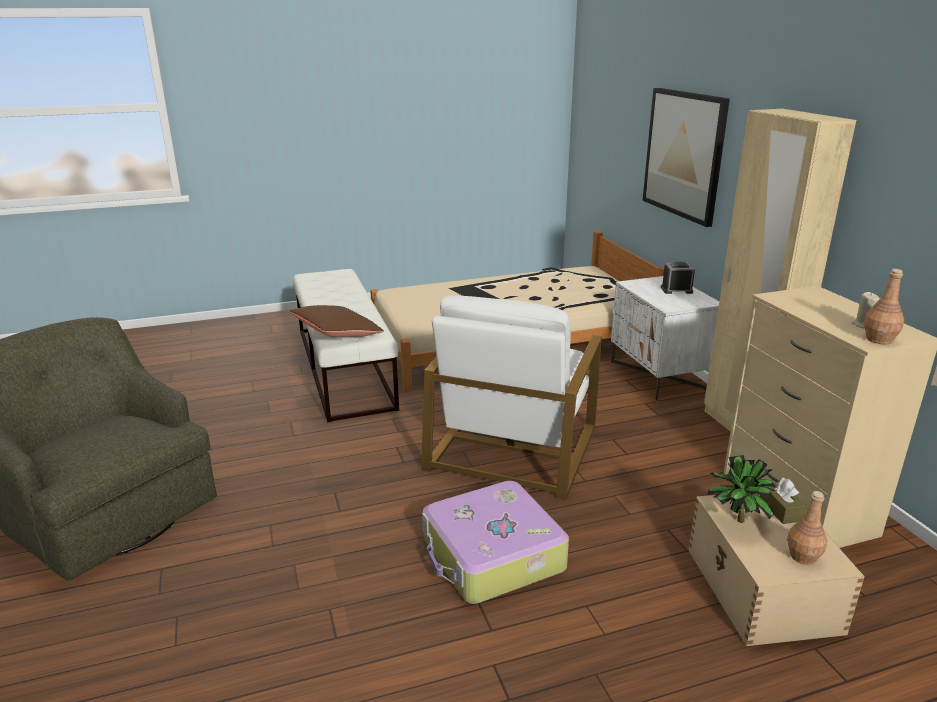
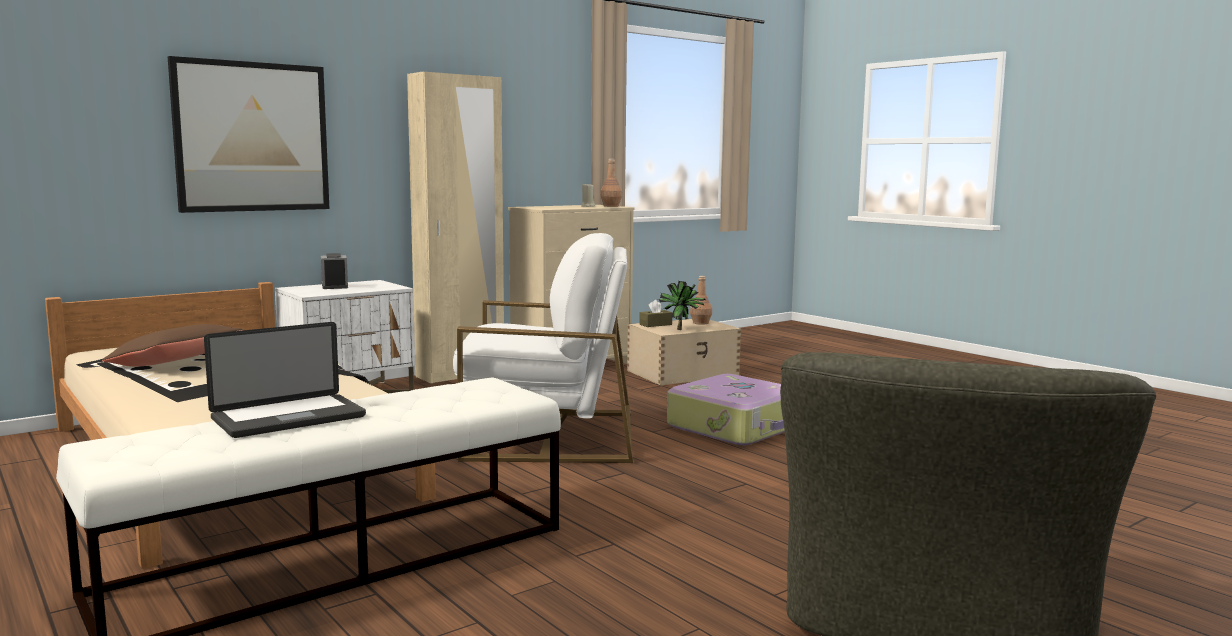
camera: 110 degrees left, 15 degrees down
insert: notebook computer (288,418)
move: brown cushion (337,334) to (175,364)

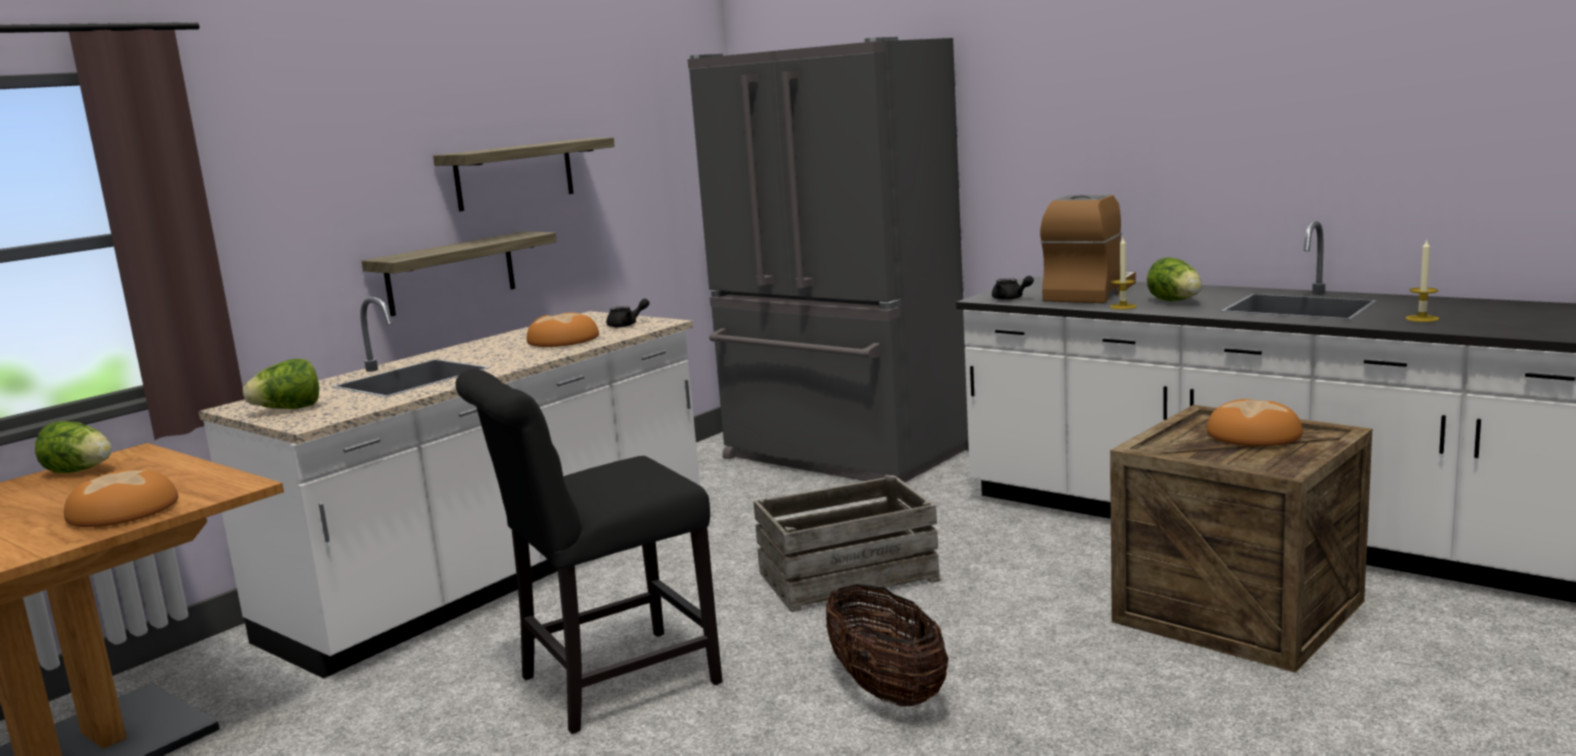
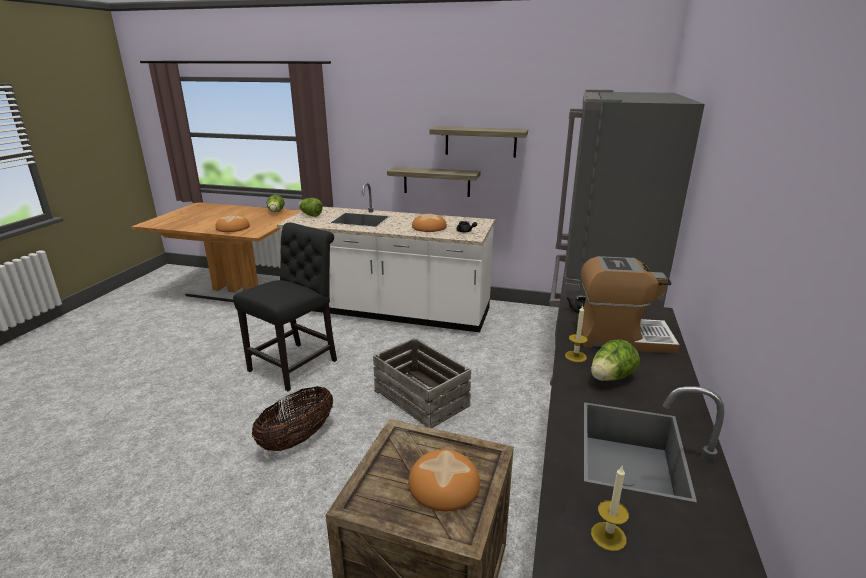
camera: 65 degrees right, 10 degrees up
rotate: black-coloured chair (609,683) = (297,364) 90 degrees clockwise

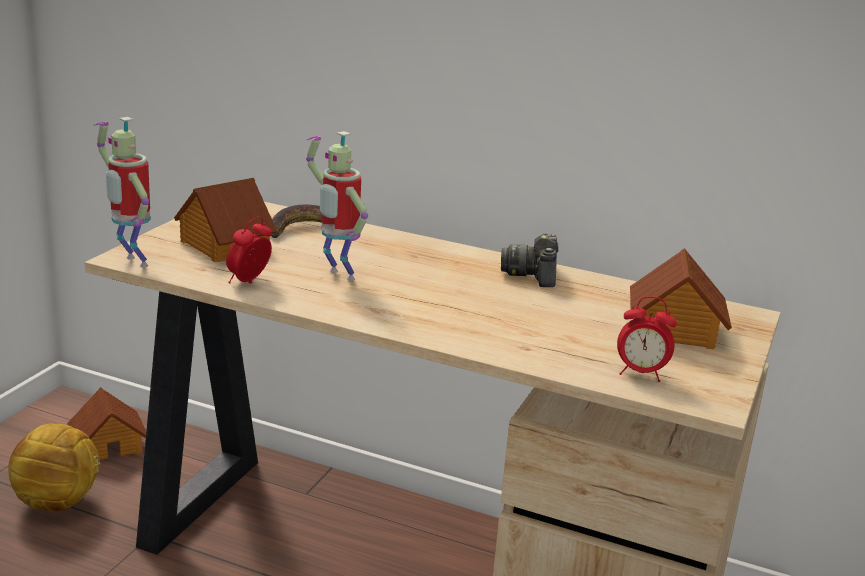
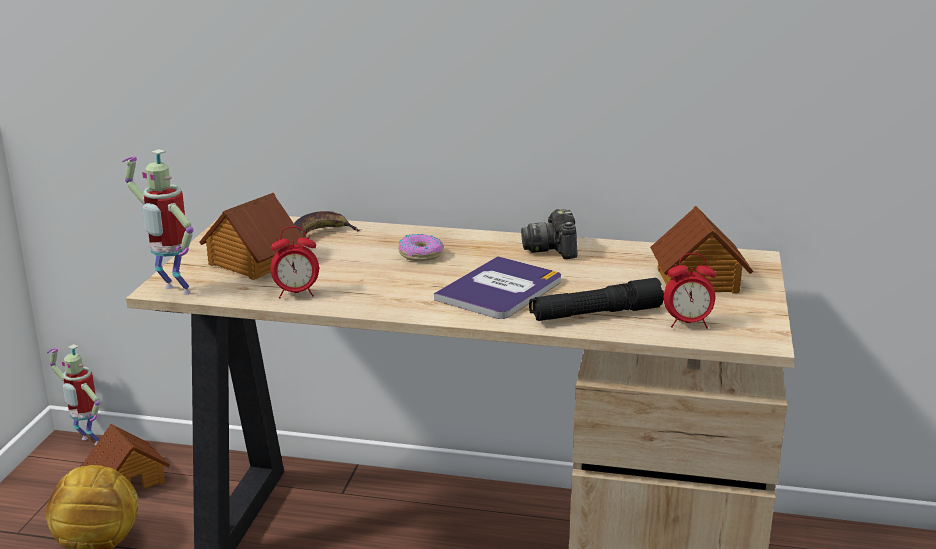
camera: 10 degrees left, 0 degrees up
insert: doughnut (421,254); book (500,290); black-coloured torch (595,314)
move: robot figure (337,276) to (87,442)
rotate: bedside clock (249,282) = (296,294) 120 degrees counterclockwise

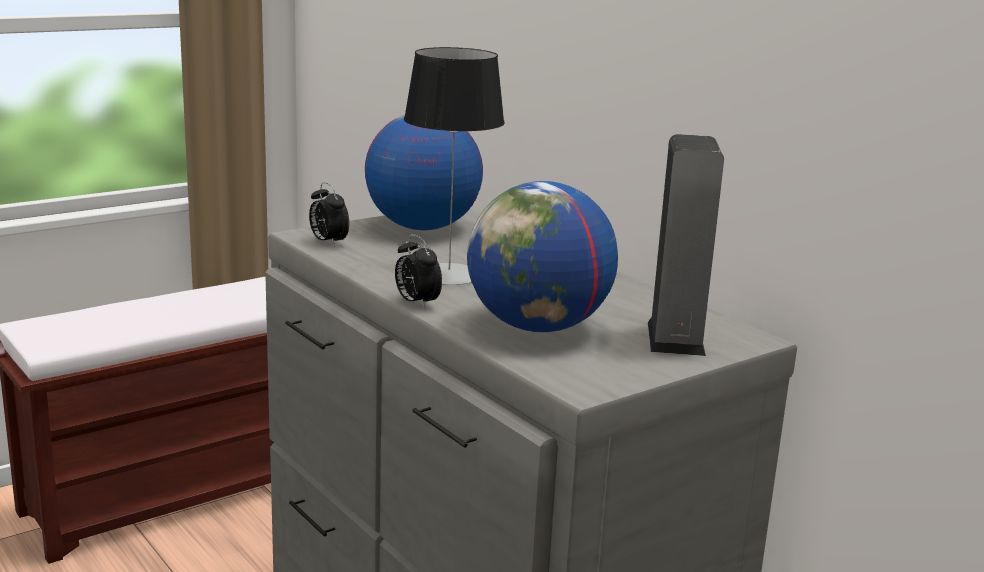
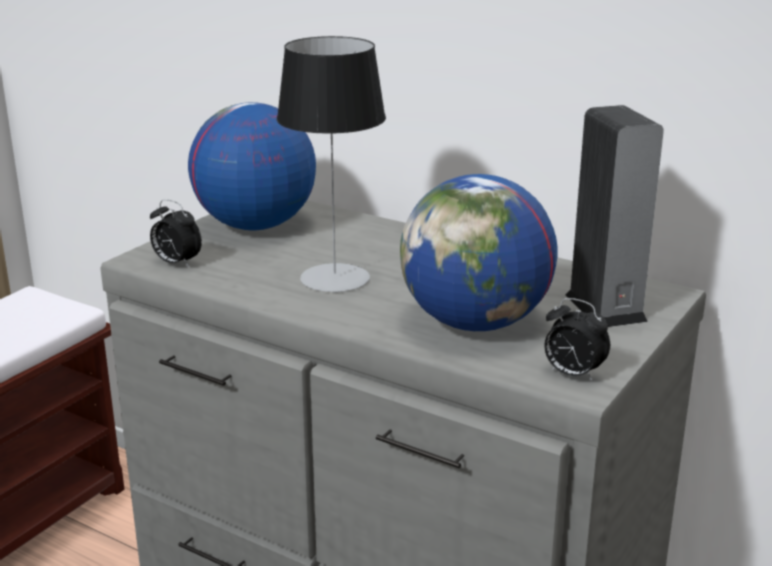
camera: 20 degrees left, 5 degrees up
move: bedside clock (416,303) to (572,374)

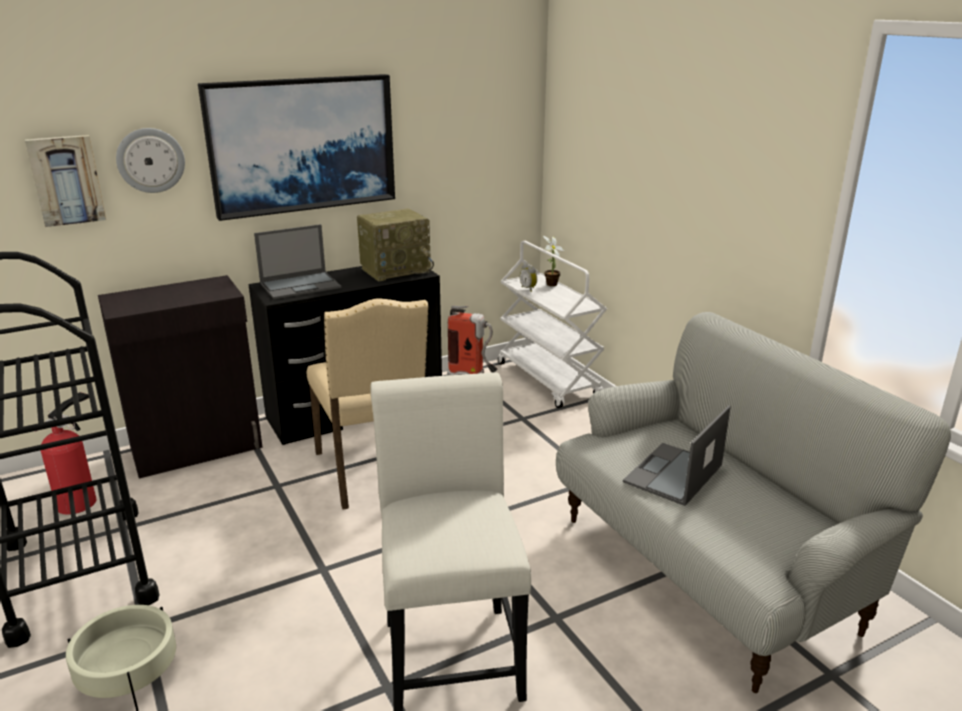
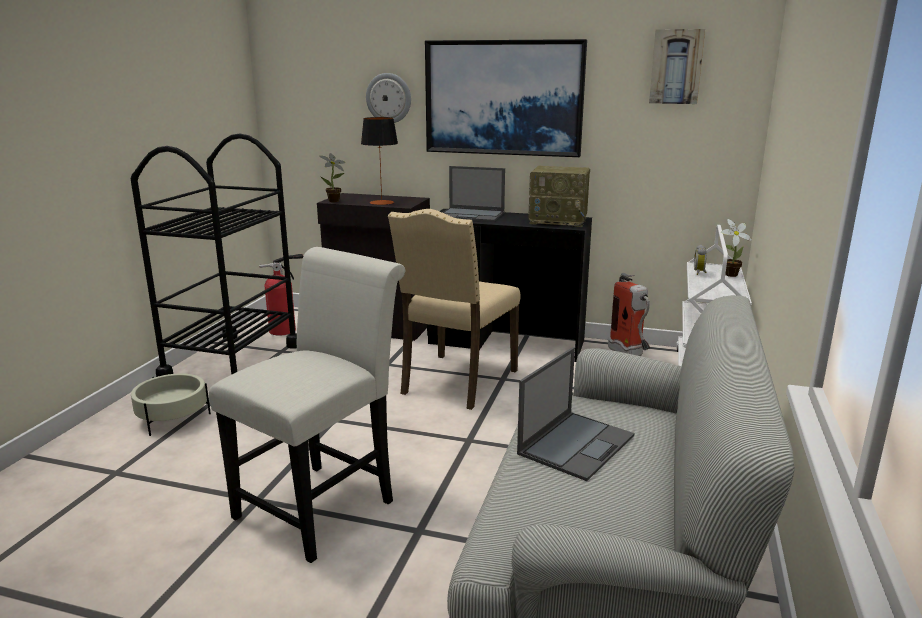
camera: 45 degrees right, 5 degrees down
insert: plant in a pot (335,201); table lamp (381,202)
move: wall art (66,180) to (676,67)
rotate: notebook computer (673,474) = (576,444) 135 degrees clockwise

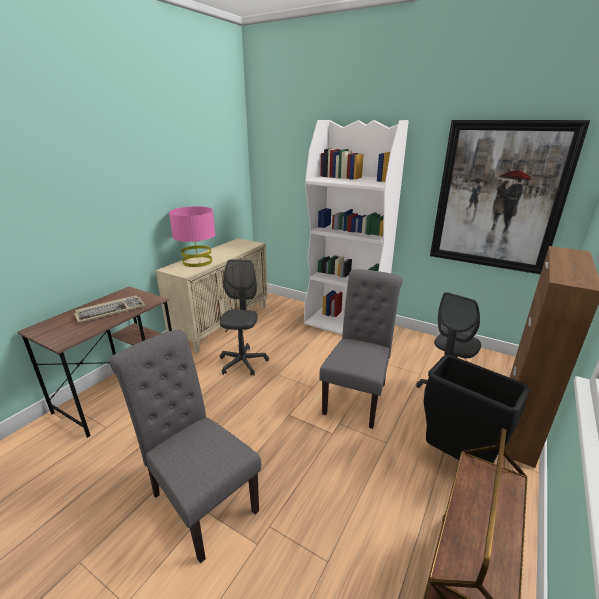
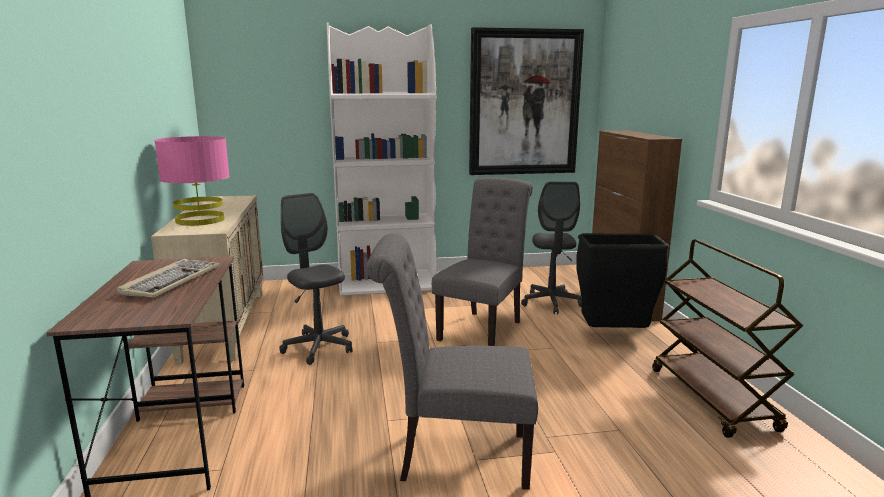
camera: 40 degrees left, 10 degrees down
rotate: greyish chair (357,395) = (483,328) 45 degrees clockwise

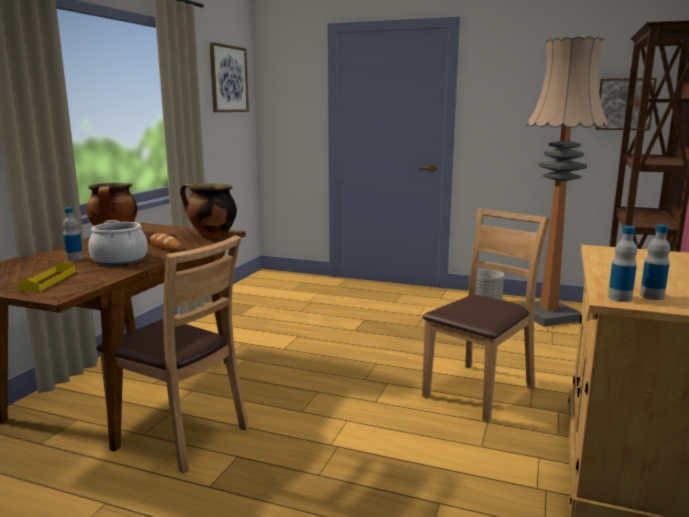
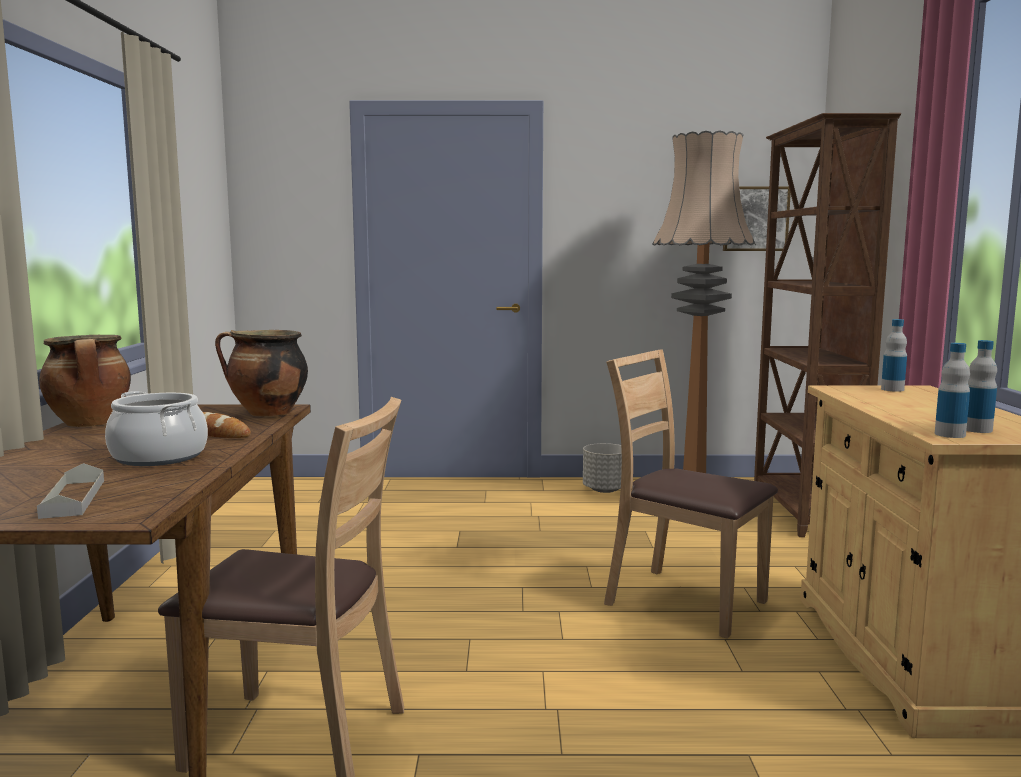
camera: 20 degrees left, 5 degrees down
delete: wall art (228,79)
move: bottle (74,258) to (892,389)
recolor: yellowish serving tray (48,281) to greyish serving tray (73,498)
rotate: brown chair (479,390) = (684,601) 75 degrees counterclockwise

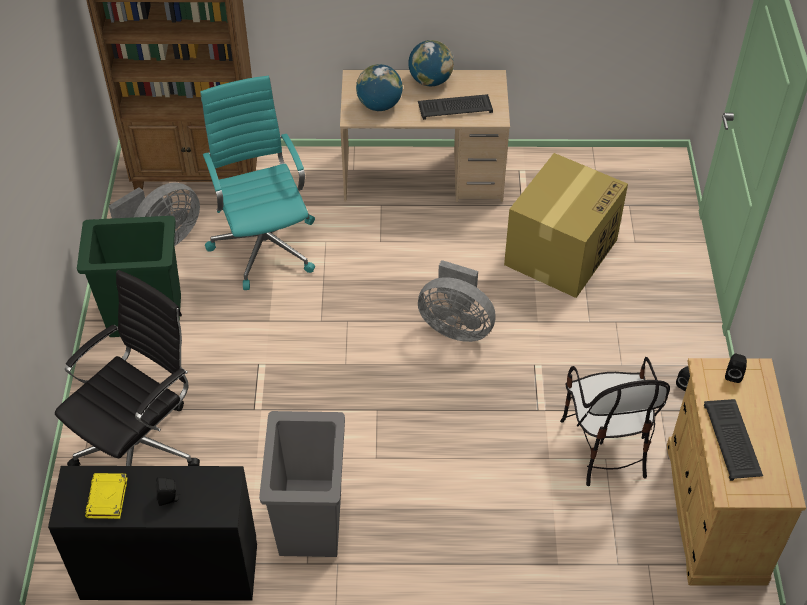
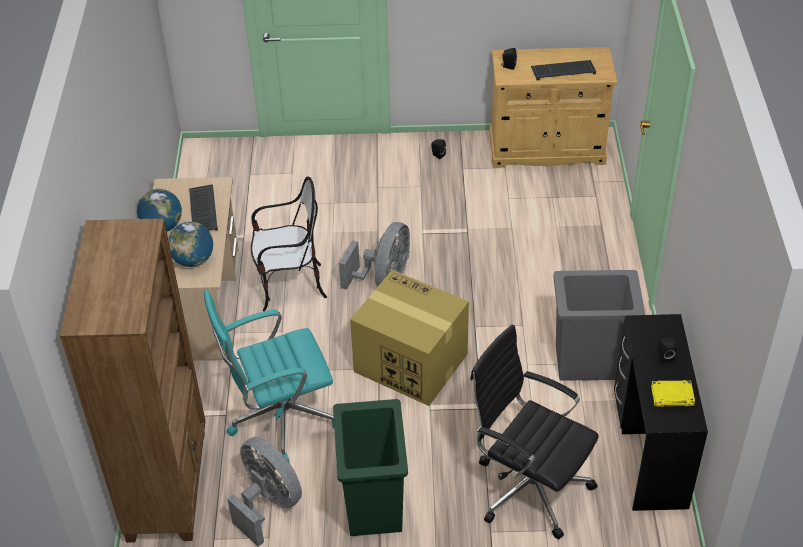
camera: 90 degrees left, 5 degrees down
move: carton (561,251) to (409,362); chair (604,446) to (290,286)

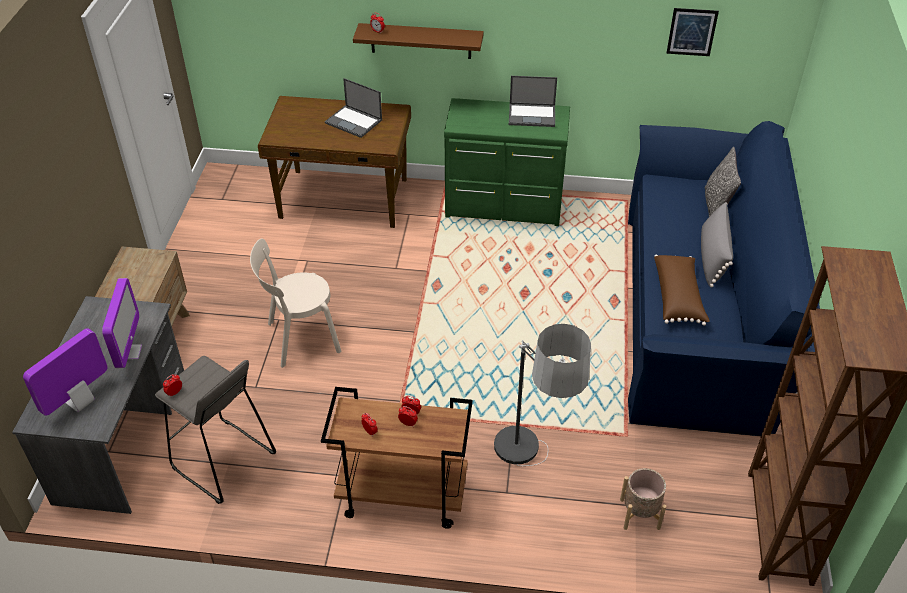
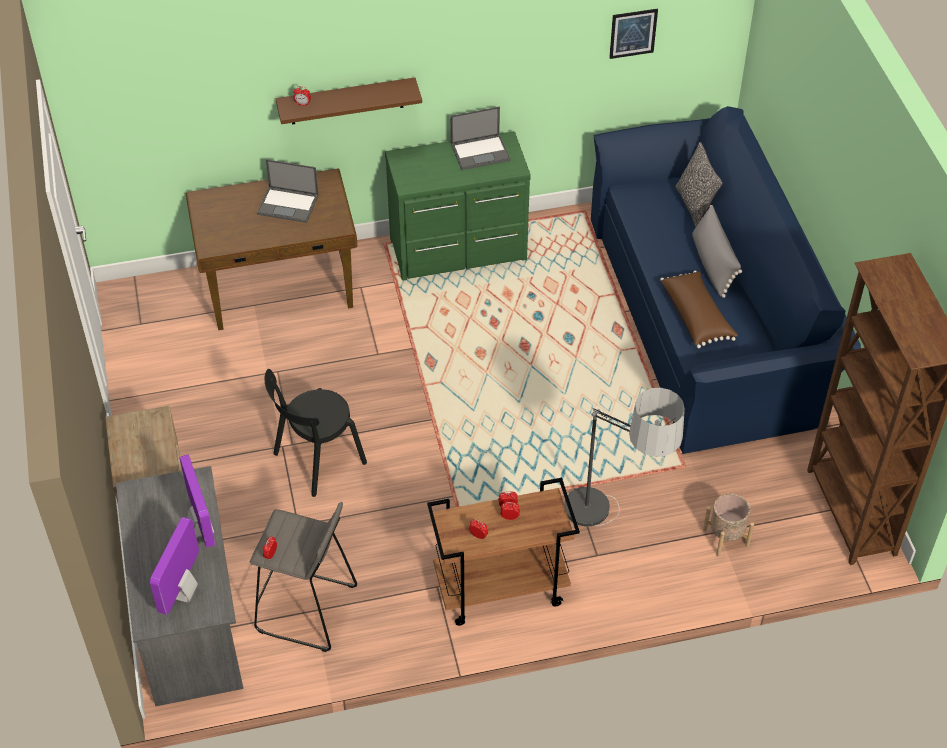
camera: 20 degrees left, 5 degrees up
recolor: beige-coloured chair (300,338) to black-coloured chair (316,460)

